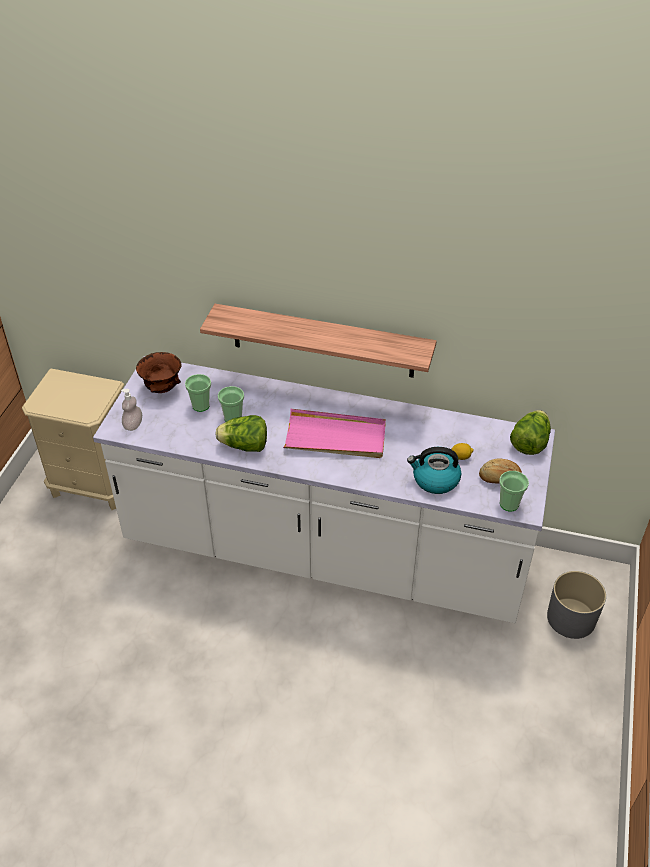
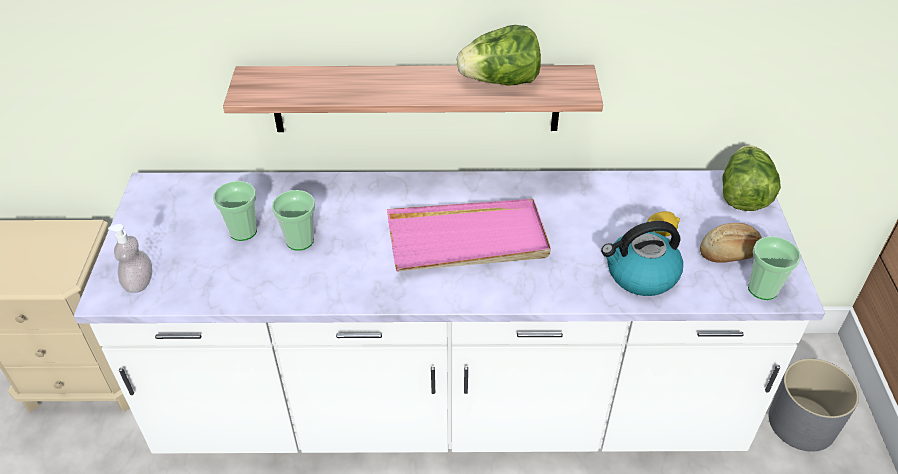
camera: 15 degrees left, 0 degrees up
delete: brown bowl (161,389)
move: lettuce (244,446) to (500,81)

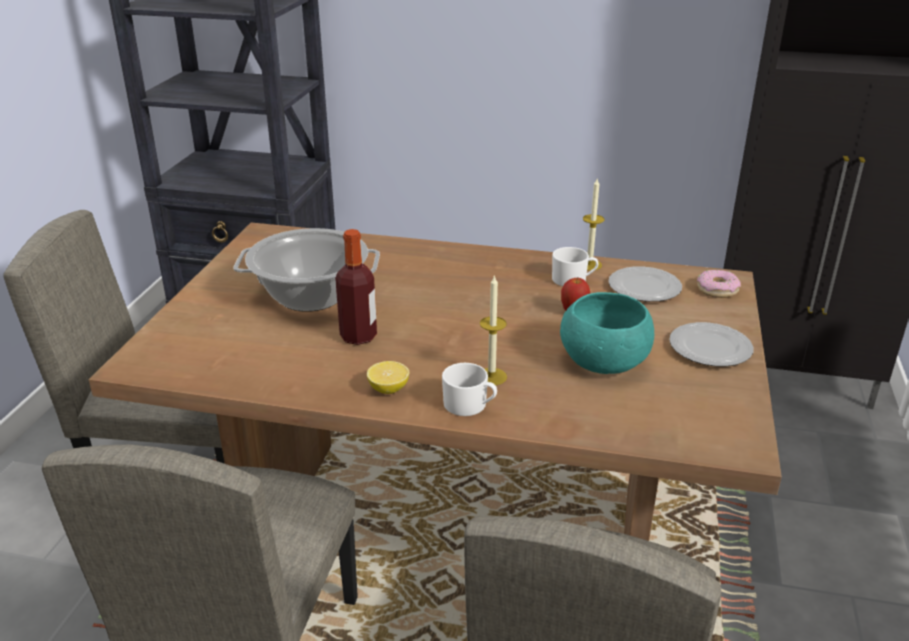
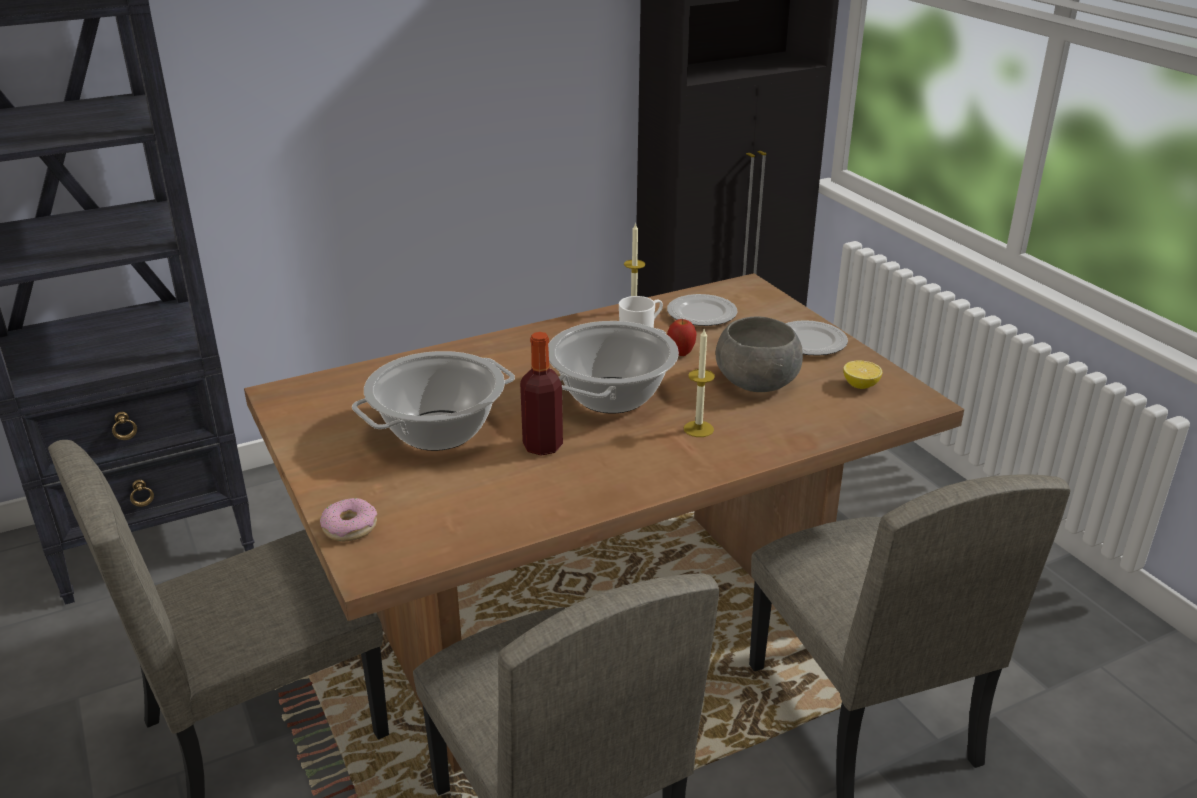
camera: 40 degrees left, 0 degrees up
delete: white-coloured mug (470,405)
insert: saucepot (612,396)
move: whole lemon (388,389) to (860,385); doughnut (717,290) to (350,527)
recolor: blue-green bowl (604,361) to greyish bowl (757,381)

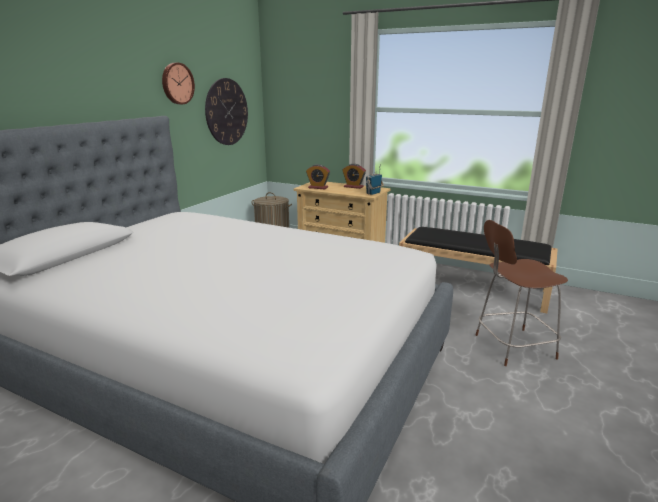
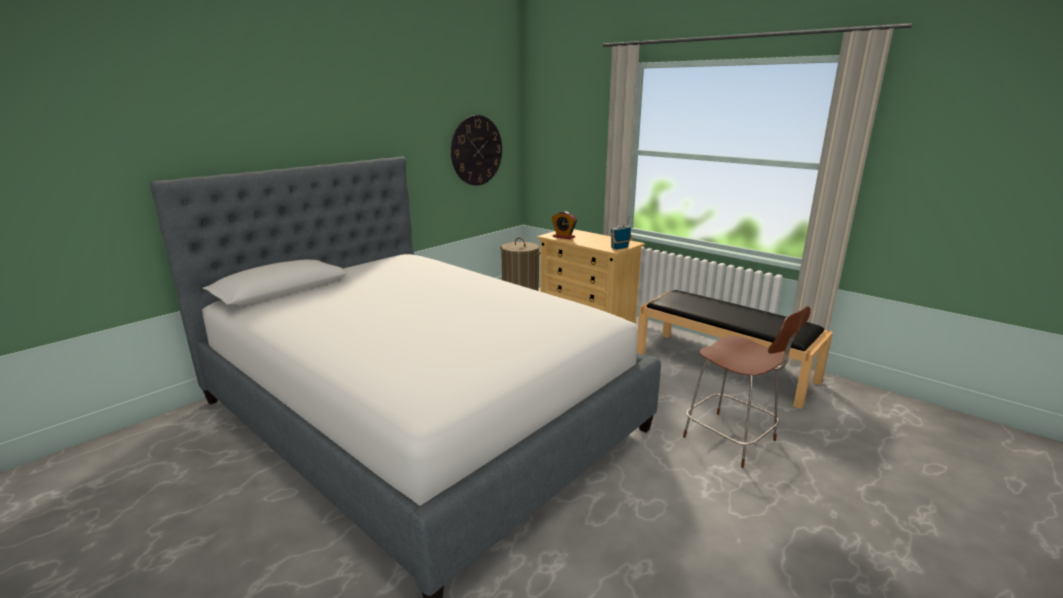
camera: 15 degrees right, 0 degrees up
delete: wall clock (177,83); bedside clock (353,187)
rotate: brown chair (511,347) = (732,440) 135 degrees counterclockwise

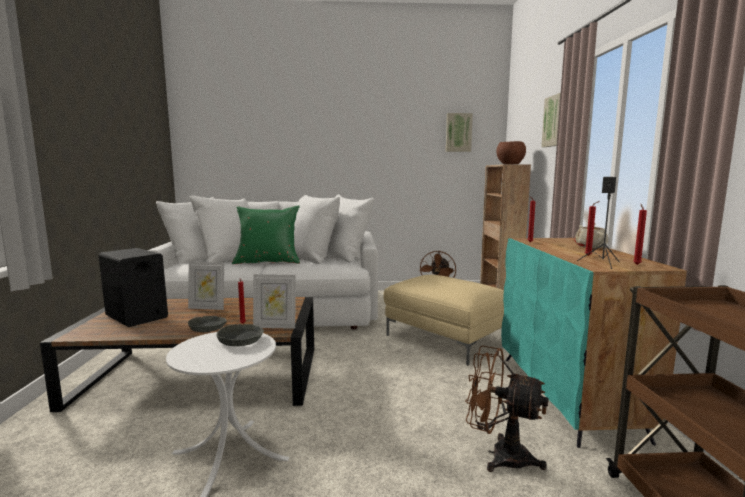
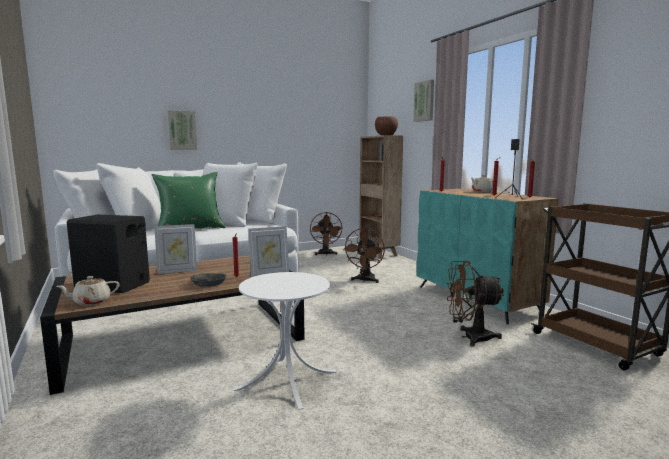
camera: 25 degrees left, 0 degrees up
delete: greyish bowl (241,340)
insert: beige-coloured tea pot (91,302)
move: wall art (458,132) to (182,130)
replace: beige-coloured footrest (446,339) to brown cooling fan (365,280)

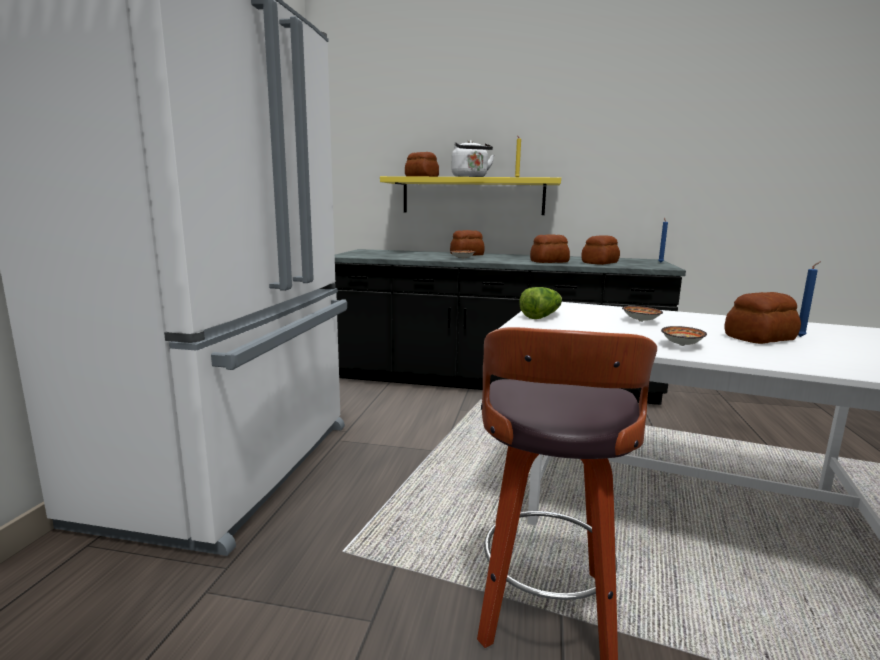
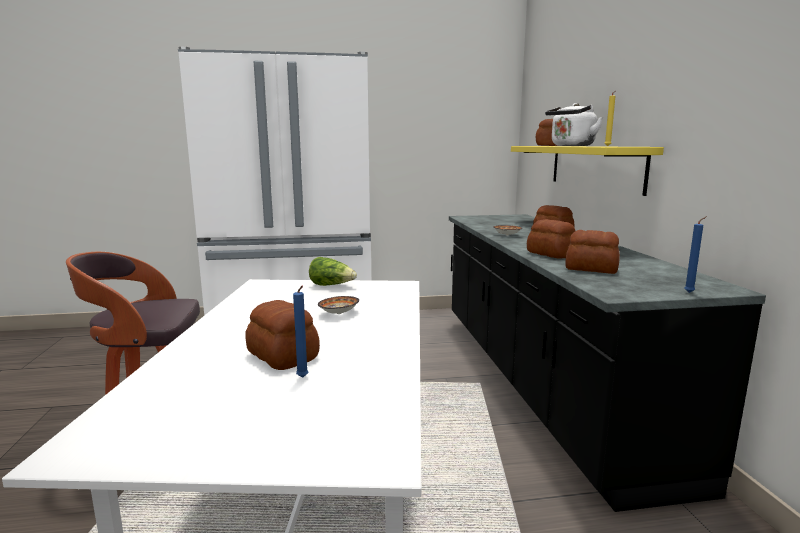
camera: 70 degrees right, 0 degrees up
delete: bowl (680,345)

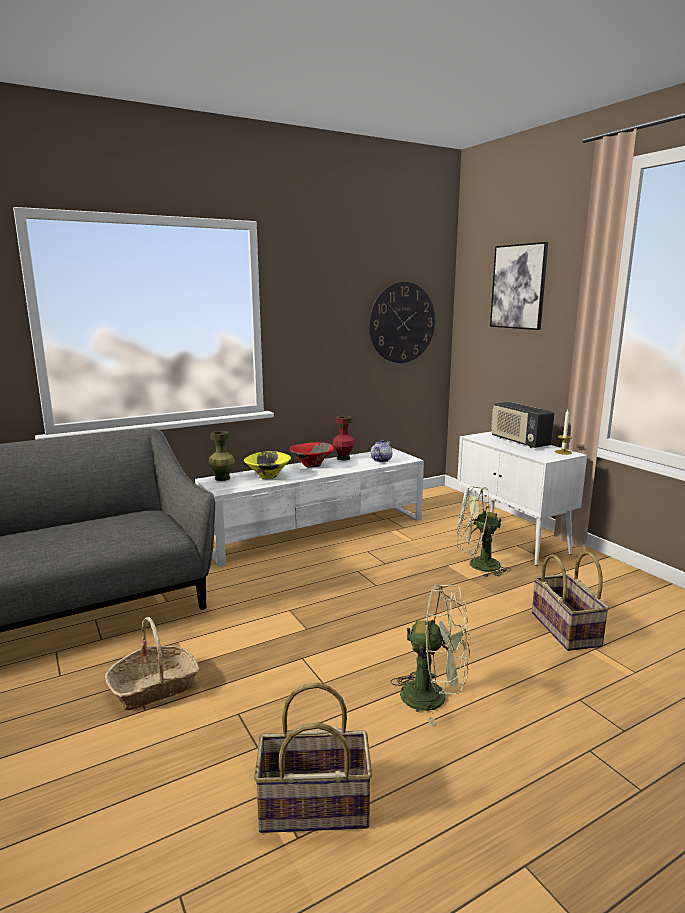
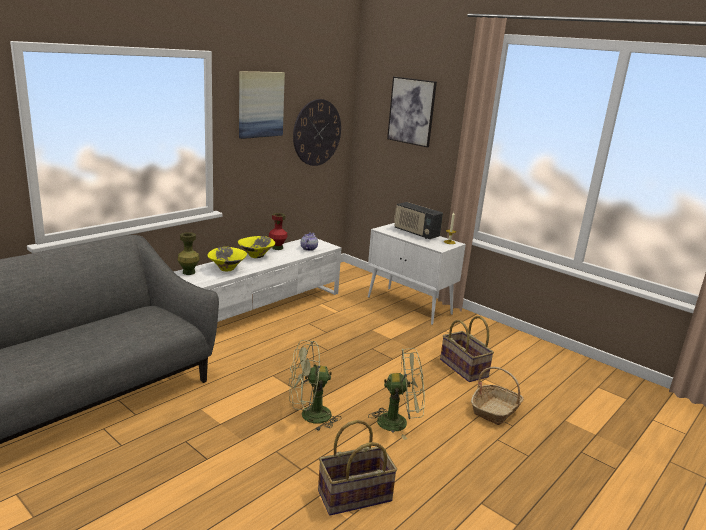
camera: 20 degrees left, 5 degrees up
insert: wall art (260,104)
move: basket (154,687) to (495,410); greenish cooling fan (477,565) to (309,416)
recolor: red bowl (311,466) to yellowish bowl (256,256)

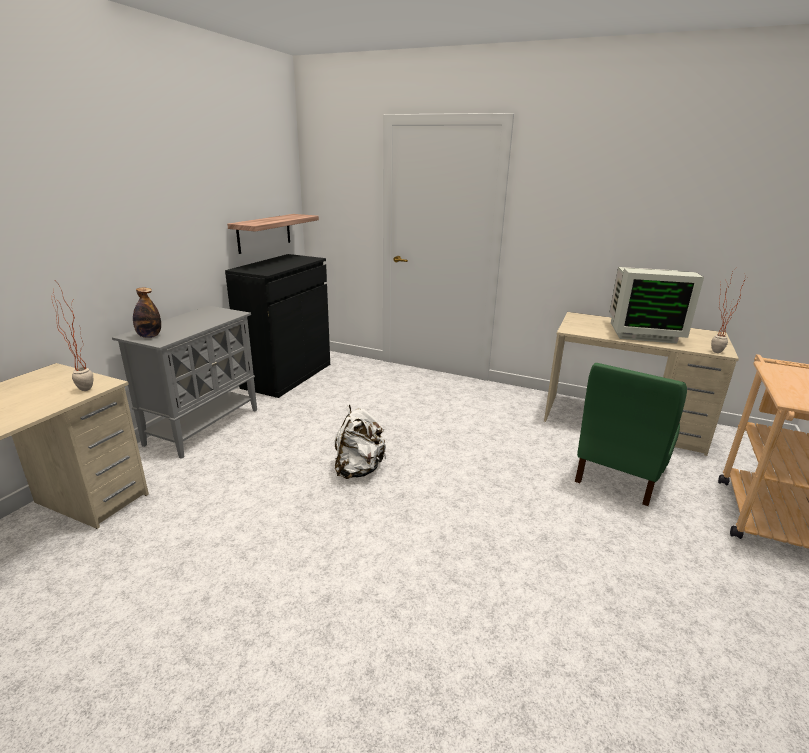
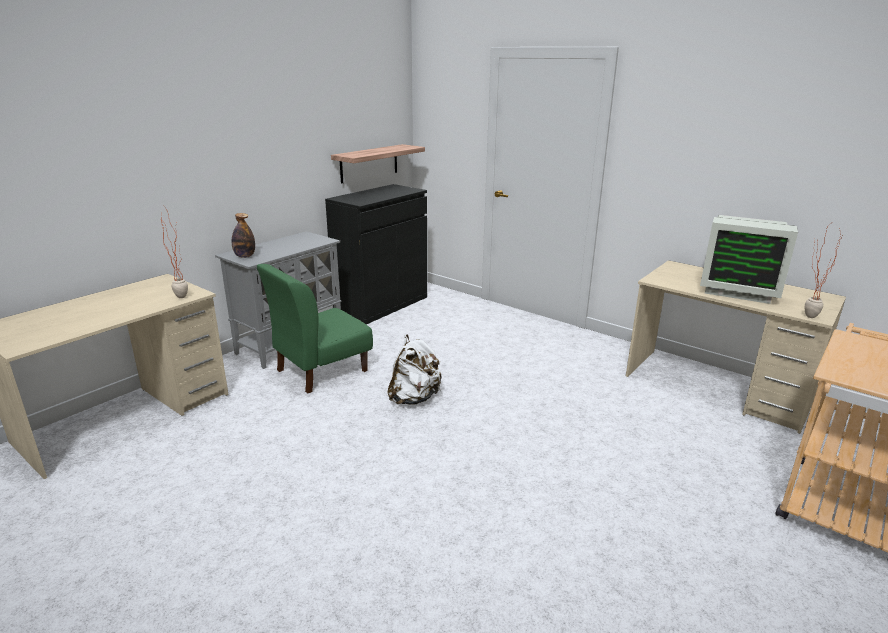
camera: 15 degrees right, 0 degrees up
move: greenish chair (618,475) to (321,370)

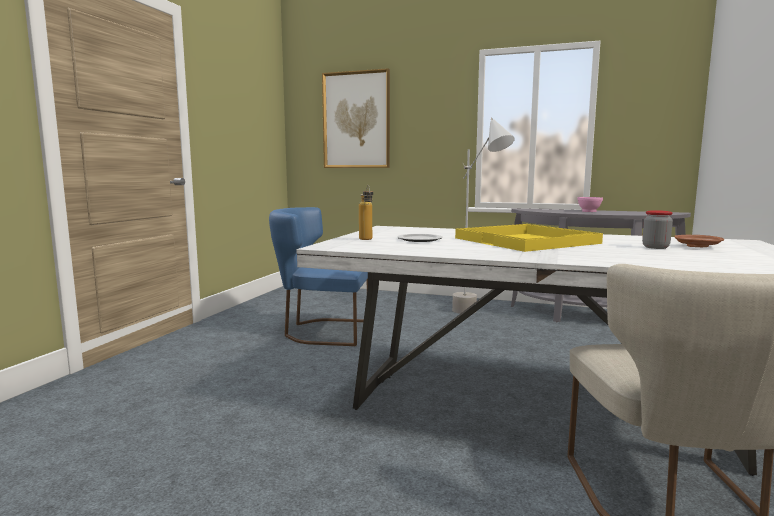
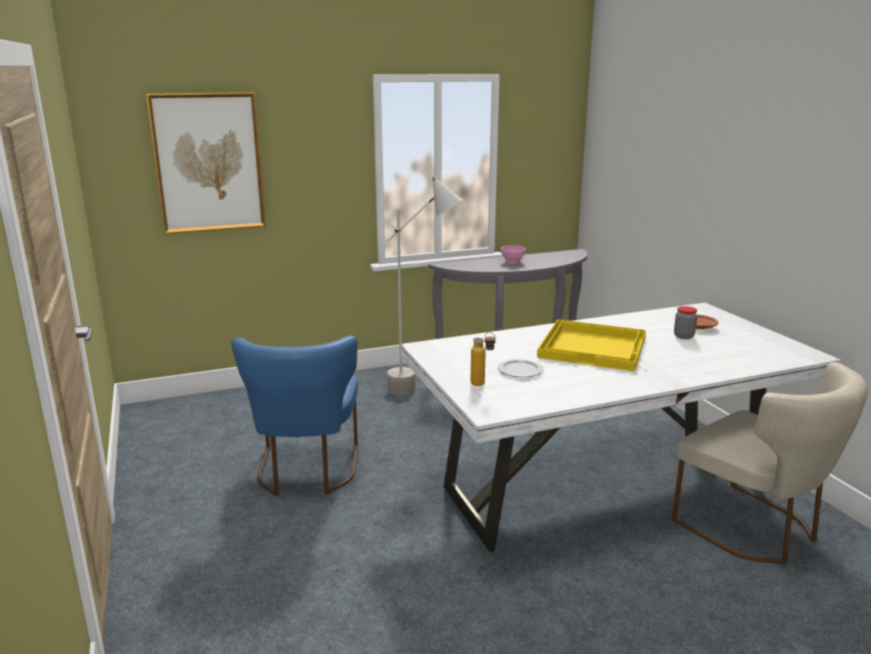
camera: 40 degrees left, 10 degrees up
rotate: blue chair (322,331) = (306,472) 60 degrees counterclockwise

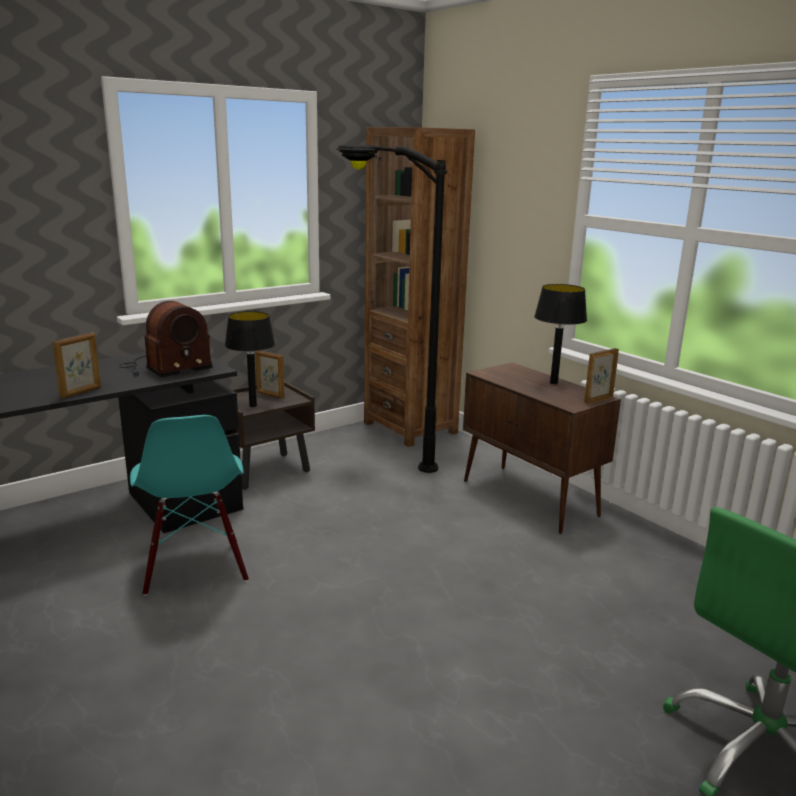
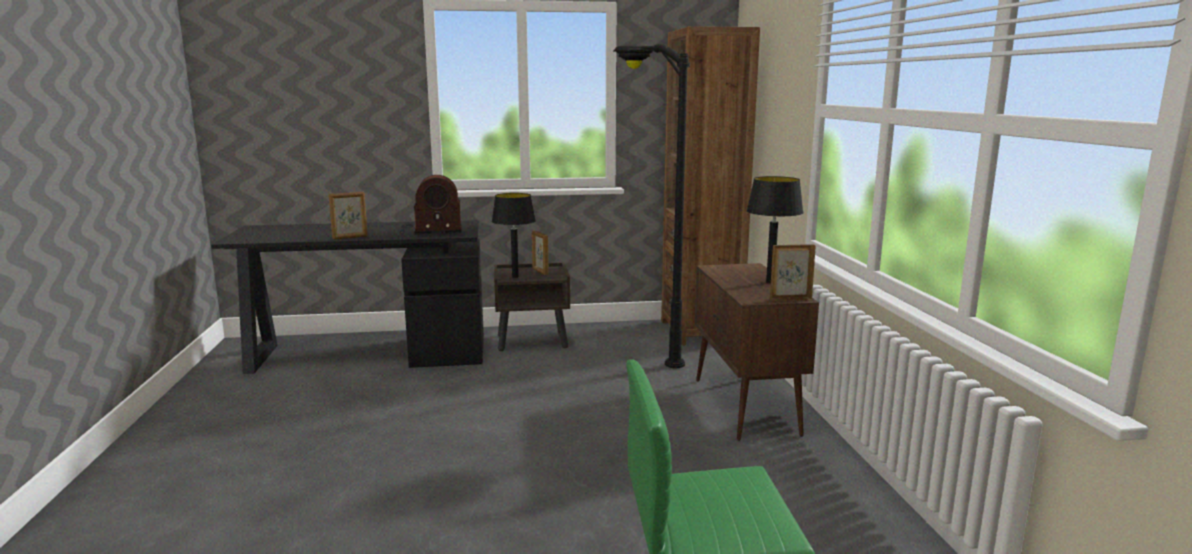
camera: 30 degrees right, 5 degrees down
delete: blue-green chair (195,568)

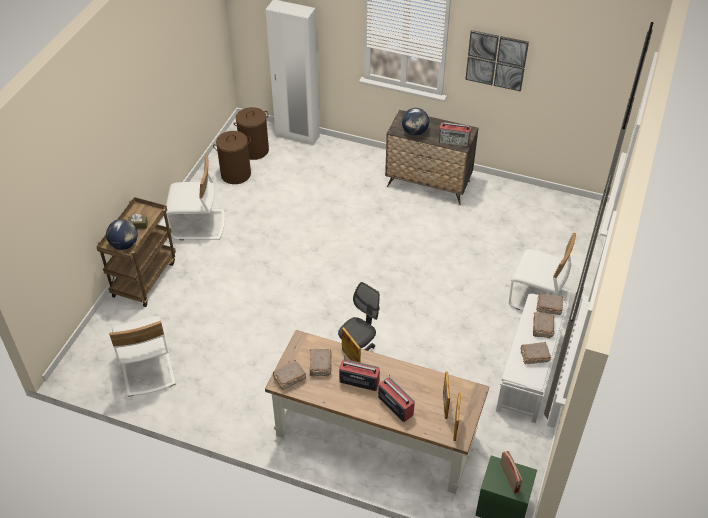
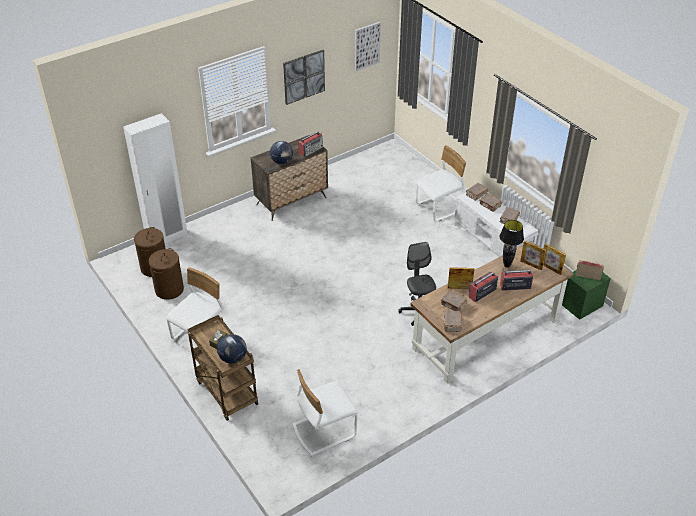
camera: 55 degrees left, 5 degrees down
insert: wall art (367,46); black-coloured table lamp (507,265)
rotate: white-coloured chair (146,369) = (323,430) 135 degrees clockwise

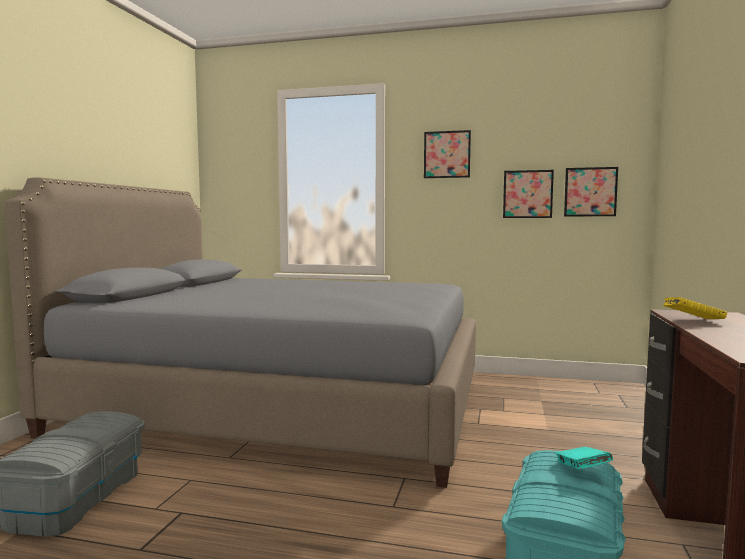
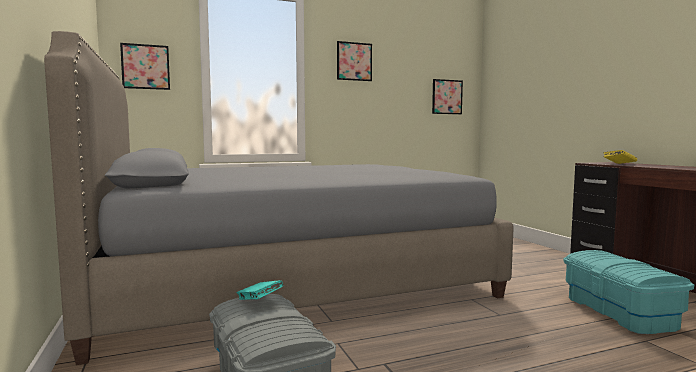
camera: 35 degrees left, 0 degrees up
move: wall art (527,194) to (145,67); blue-green book (582,470) to (259,301)

